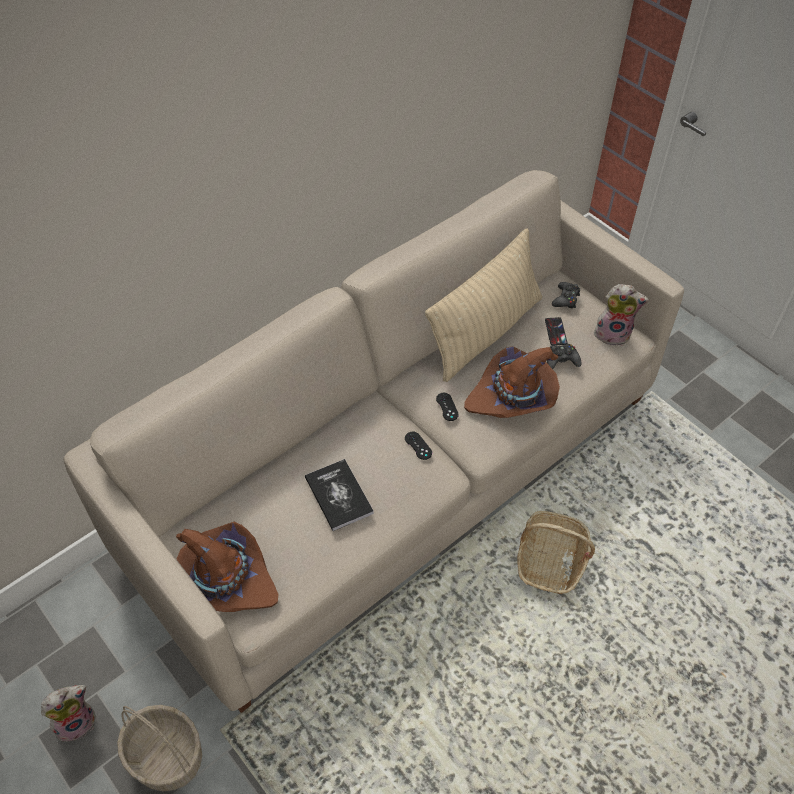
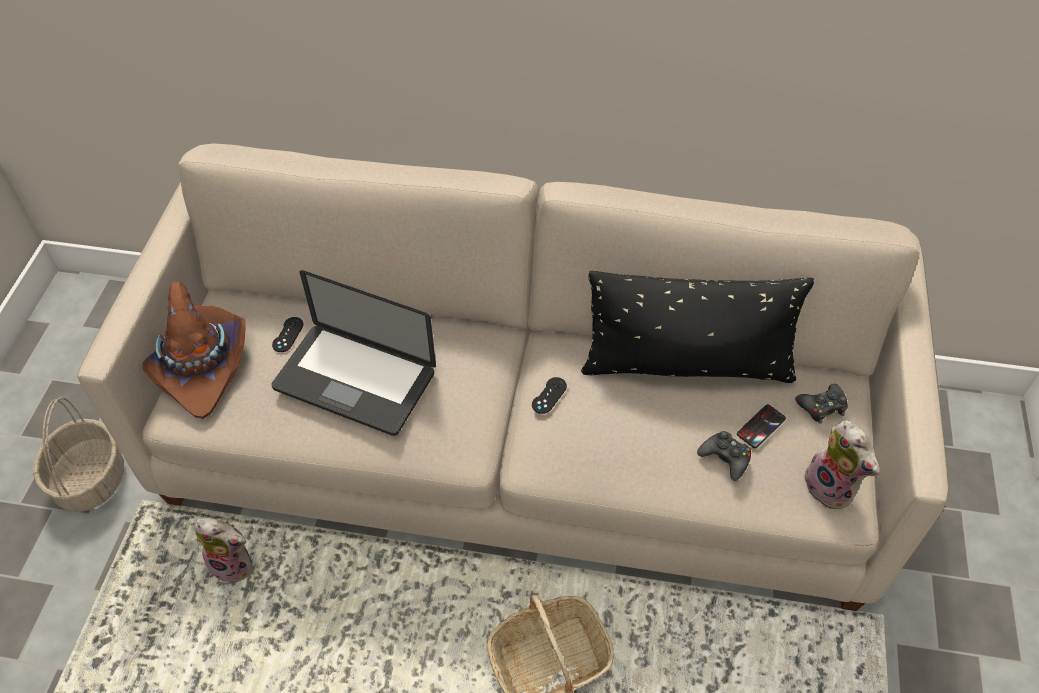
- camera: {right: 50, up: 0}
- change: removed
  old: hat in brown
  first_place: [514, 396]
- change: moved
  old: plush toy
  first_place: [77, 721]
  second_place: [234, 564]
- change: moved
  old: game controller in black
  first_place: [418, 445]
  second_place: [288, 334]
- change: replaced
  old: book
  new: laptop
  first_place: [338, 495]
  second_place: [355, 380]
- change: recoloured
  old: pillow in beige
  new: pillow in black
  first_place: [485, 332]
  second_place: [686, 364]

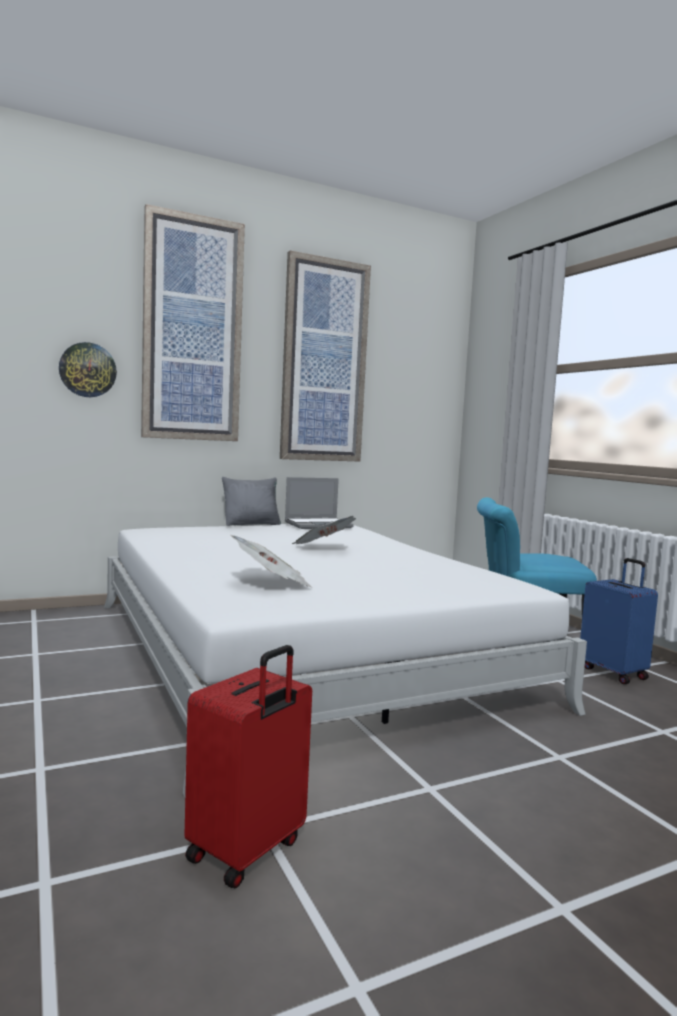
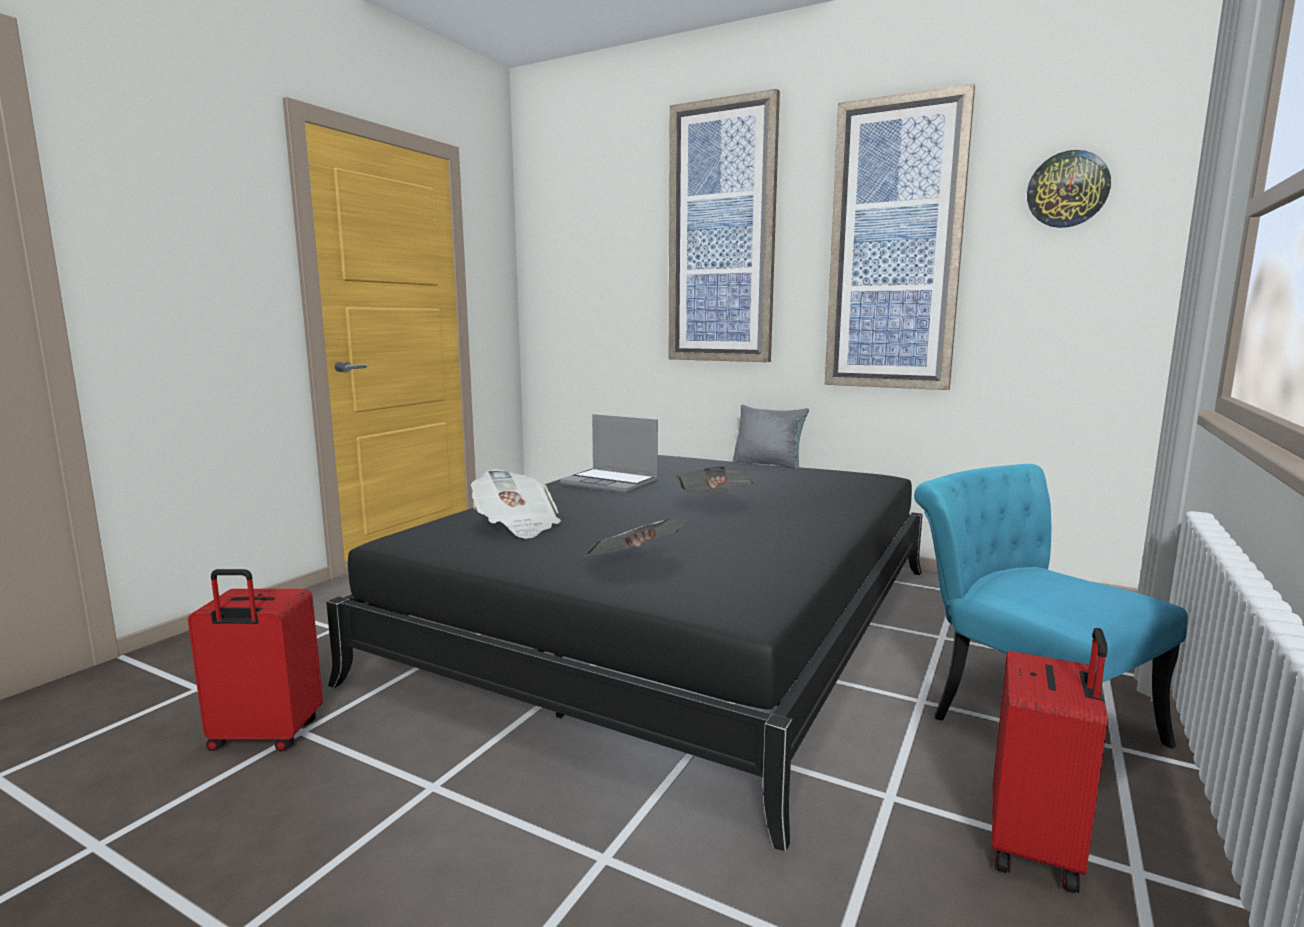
- camera: {right: 55, up: 5}
- change: added
  new: newspaper
  second_place: [634, 565]
- change: moved
  old: wall clock
  first_place: [87, 370]
  second_place: [1067, 189]
- change: moved
  old: laptop
  first_place: [318, 525]
  second_place: [611, 483]
- change: recoloured
  old: bed in white
  new: bed in black
  first_place: [300, 651]
  second_place: [677, 620]
- change: recoloured
  old: suitcase in blue
  new: suitcase in red
  first_place: [614, 673]
  second_place: [1037, 848]

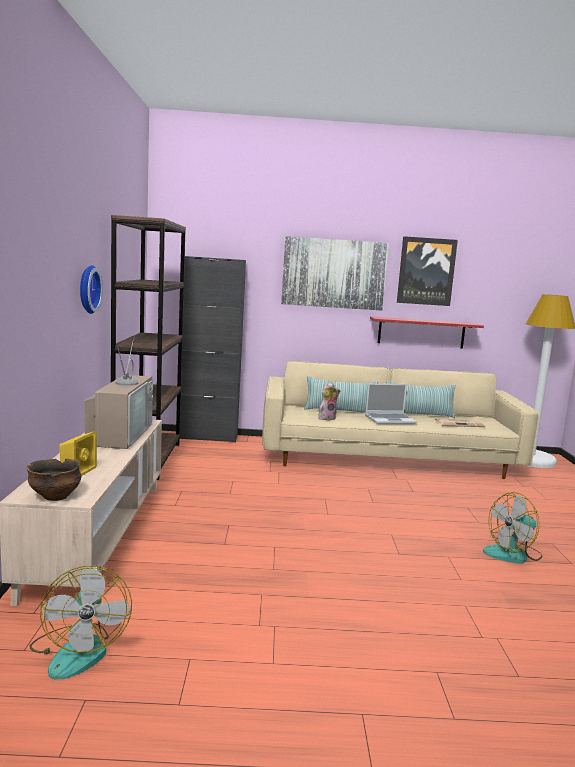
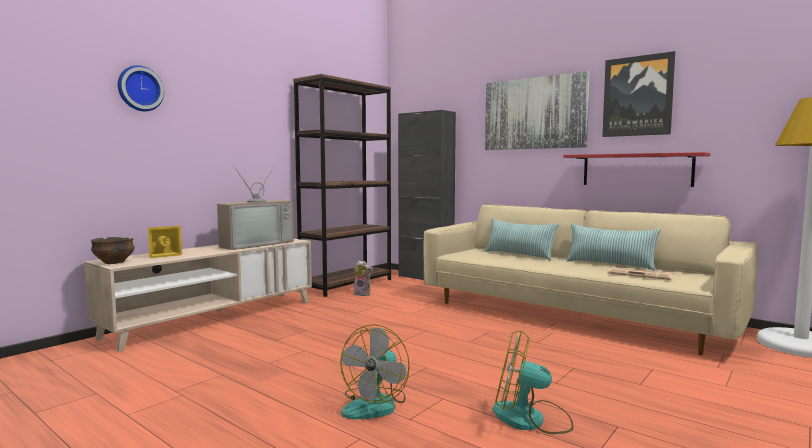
- camera: {right: 40, up: -5}
- change: removed
  old: laptop
  first_place: [390, 420]
- change: moved
  old: fan
  first_place: [79, 650]
  second_place: [375, 404]
- change: moved
  old: wall clock
  first_place: [86, 289]
  second_place: [139, 89]
- change: moved
  old: plush toy
  first_place: [327, 418]
  second_place: [363, 294]

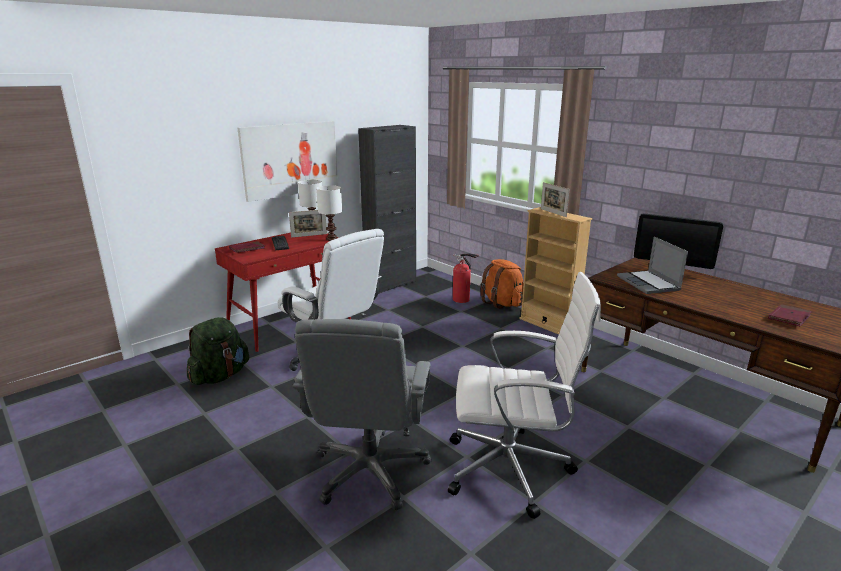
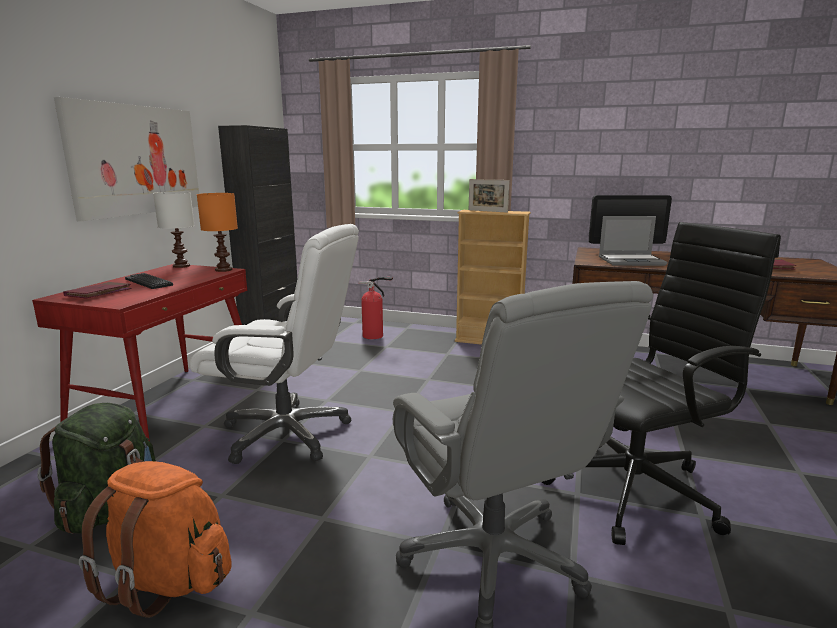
- camera: {right: -30, up: -5}
- change: removed
  old: picture frame
  first_place: [309, 235]
- change: moved
  old: backpack in orange
  first_place: [502, 303]
  second_place: [168, 580]
- change: recoloured
  old: table lamp in white
  new: table lamp in orange
  first_place: [331, 239]
  second_place: [223, 270]
- change: recoloured
  old: office chair in white
  new: office chair in black
  first_place: [511, 469]
  second_place: [637, 490]
- change: turned
  old: laptop
  first_place: [649, 284]
  second_place: [631, 261]
  degrees: -45

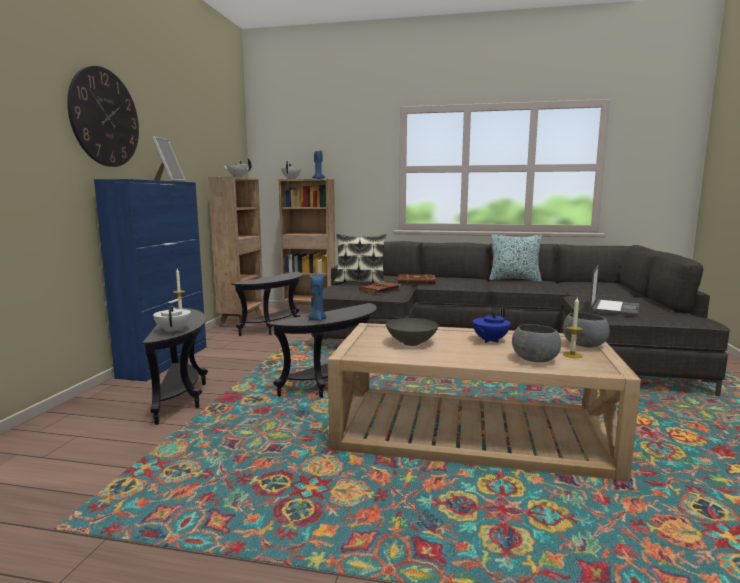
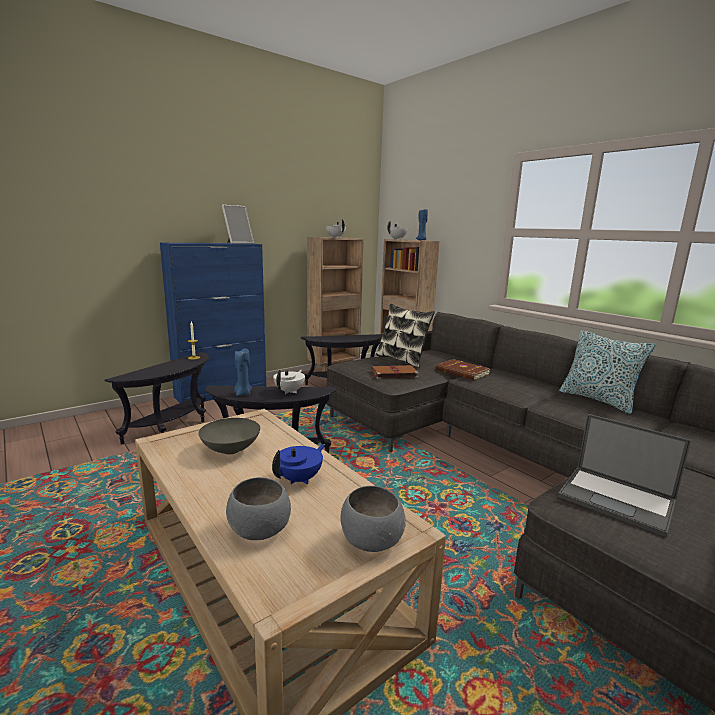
- camera: {right: 40, up: 5}
- change: removed
  old: wall clock
  first_place: [105, 117]
- change: removed
  old: candle
  first_place: [572, 355]
- change: moved
  old: teapot in white
  first_place: [174, 330]
  second_place: [290, 391]
- change: turned
  old: teapot in blue
  first_place: [489, 340]
  second_place: [300, 479]
  degrees: 135
- change: turned
  old: laptop
  first_place: [614, 308]
  second_place: [618, 499]
  degrees: 60

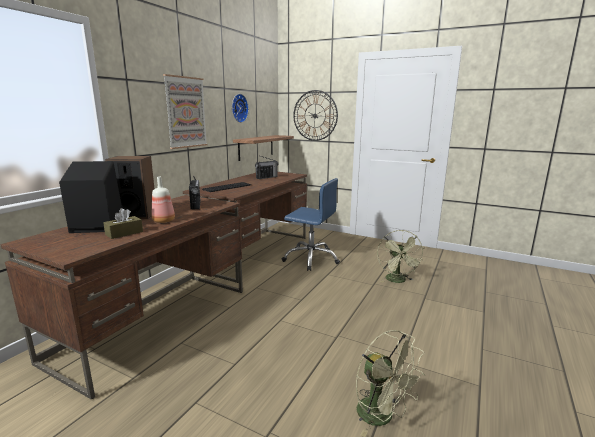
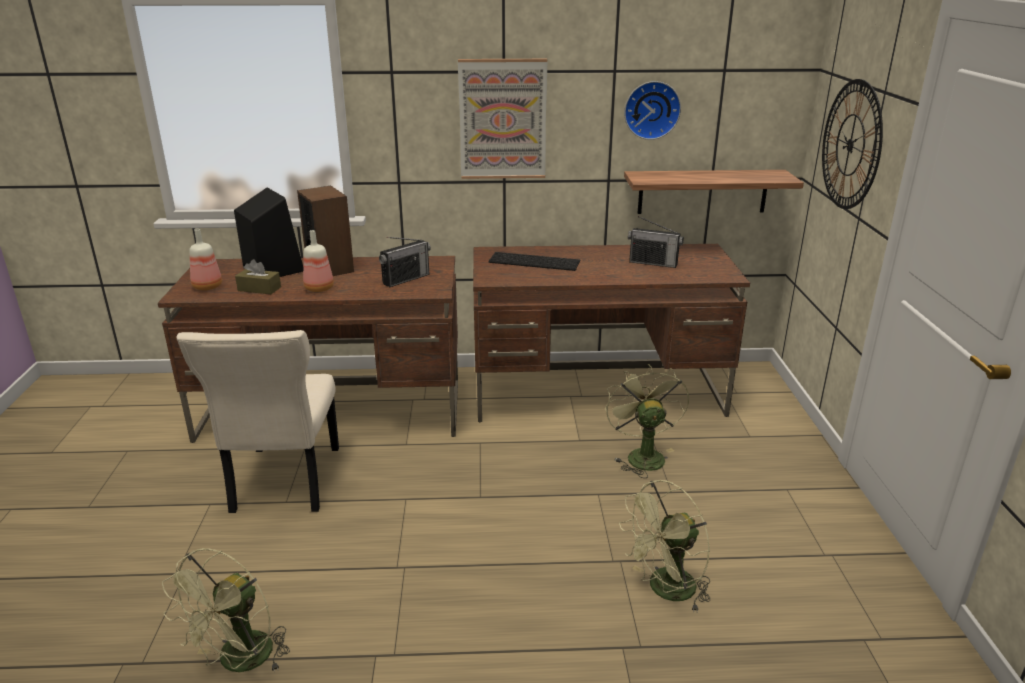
- camera: {right: 60, up: 10}
- change: added
  new: chair in beige
  second_place: [284, 482]
- change: added
  new: bottle
  second_place: [206, 287]
- change: replaced
  old: office chair in blue
  new: fan in green
  first_place: [311, 259]
  second_place: [642, 455]

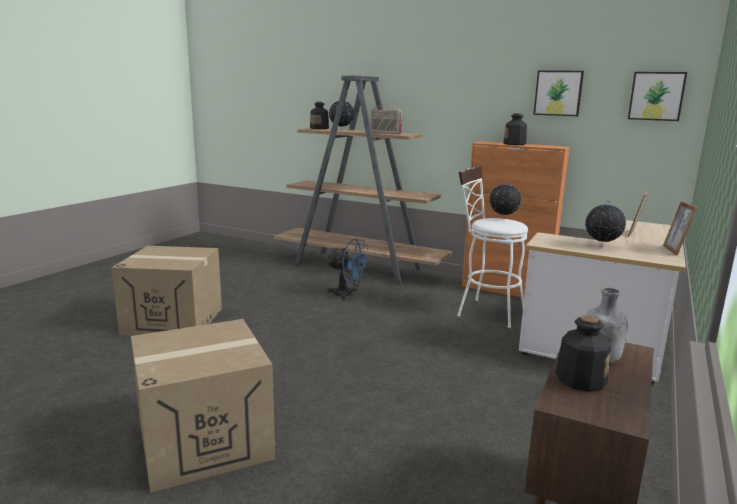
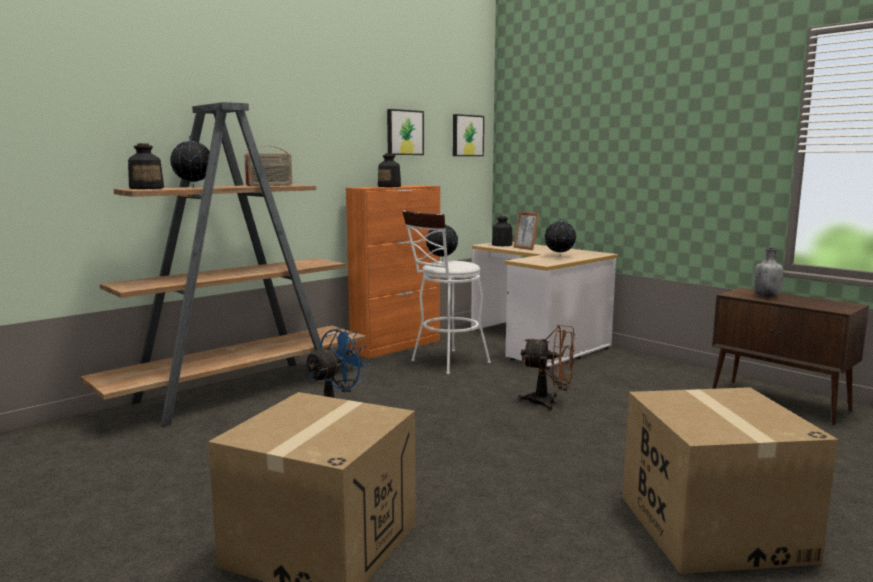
- camera: {right: -70, up: -5}
- change: removed
  old: picture frame
  first_place: [675, 251]
- change: added
  new: fan in brown
  second_place: [549, 403]
- change: moved
  old: bottle
  first_place: [580, 379]
  second_place: [501, 245]

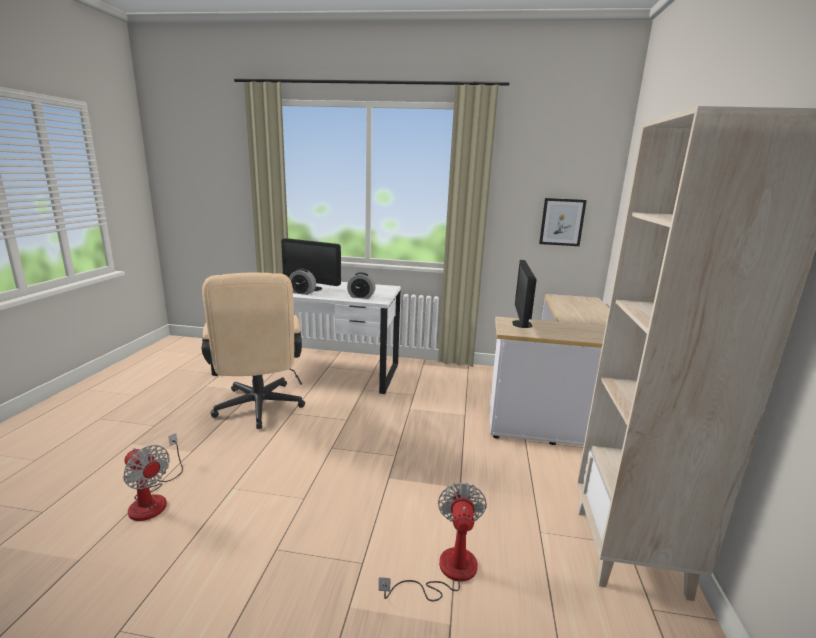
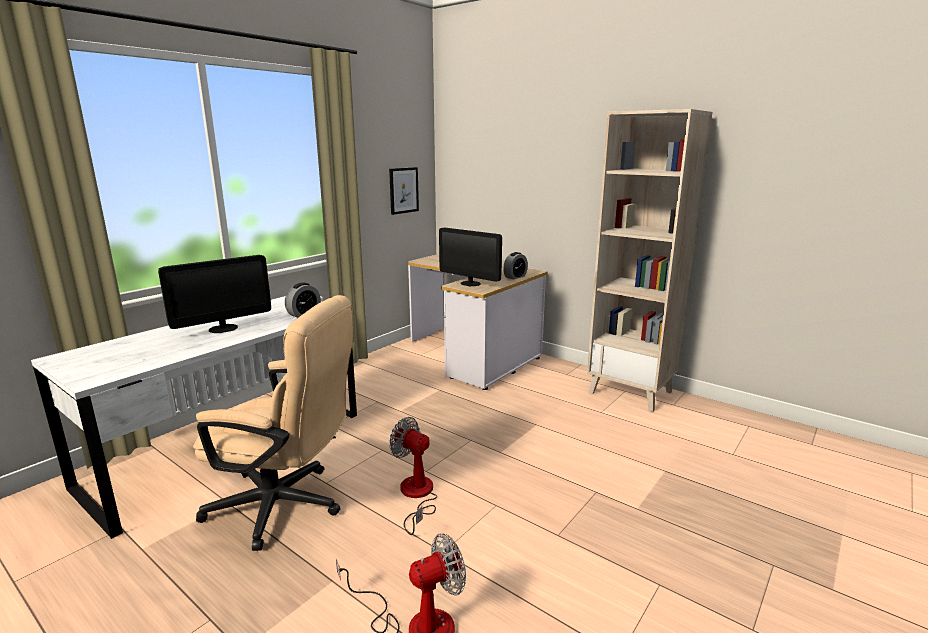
- camera: {right: -60, up: 0}
- change: moved
  old: alarm clock
  first_place: [302, 292]
  second_place: [515, 277]
- change: moved
  old: fan
  first_place: [446, 571]
  second_place: [416, 496]

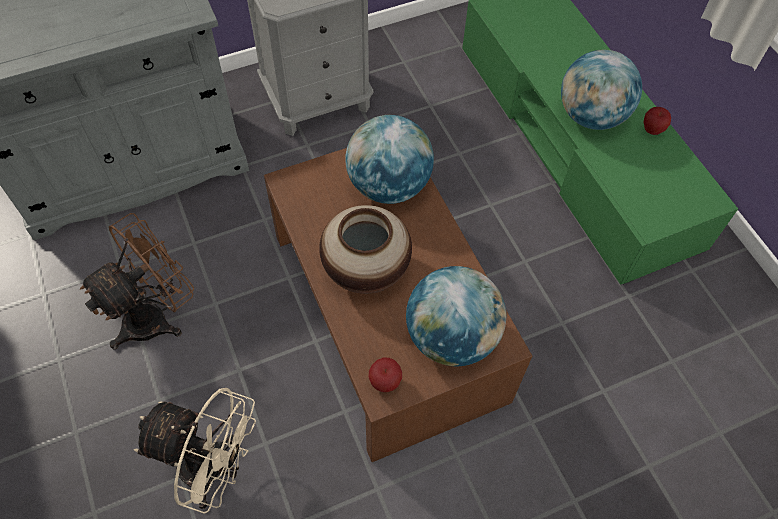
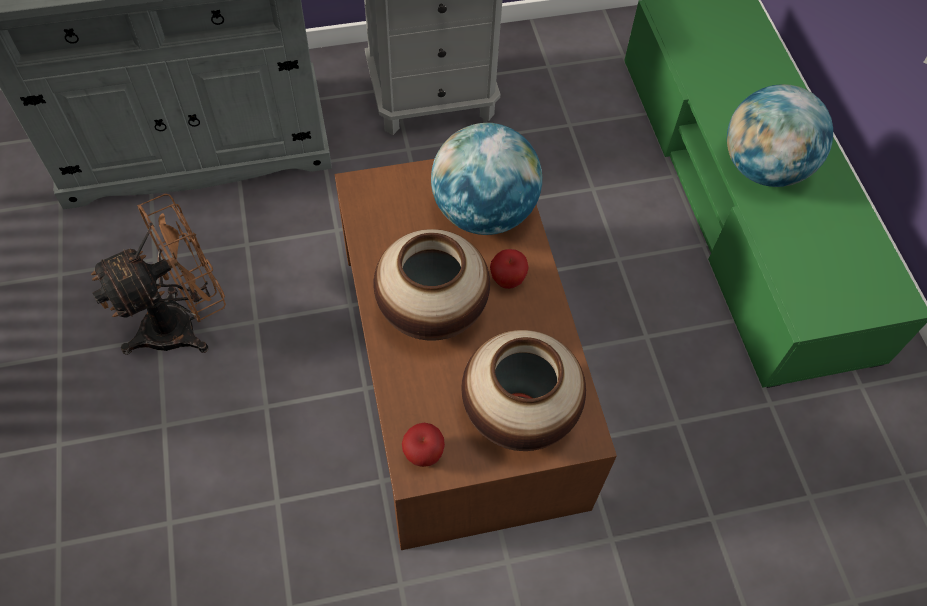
- camera: {right: 10, up: 0}
- change: removed
  old: fan in beige
  first_place: [213, 470]
- change: moved
  old: apple
  first_place: [652, 130]
  second_place: [507, 280]
- change: replaced
  old: globe
  new: vase
  first_place: [451, 337]
  second_place: [519, 413]

